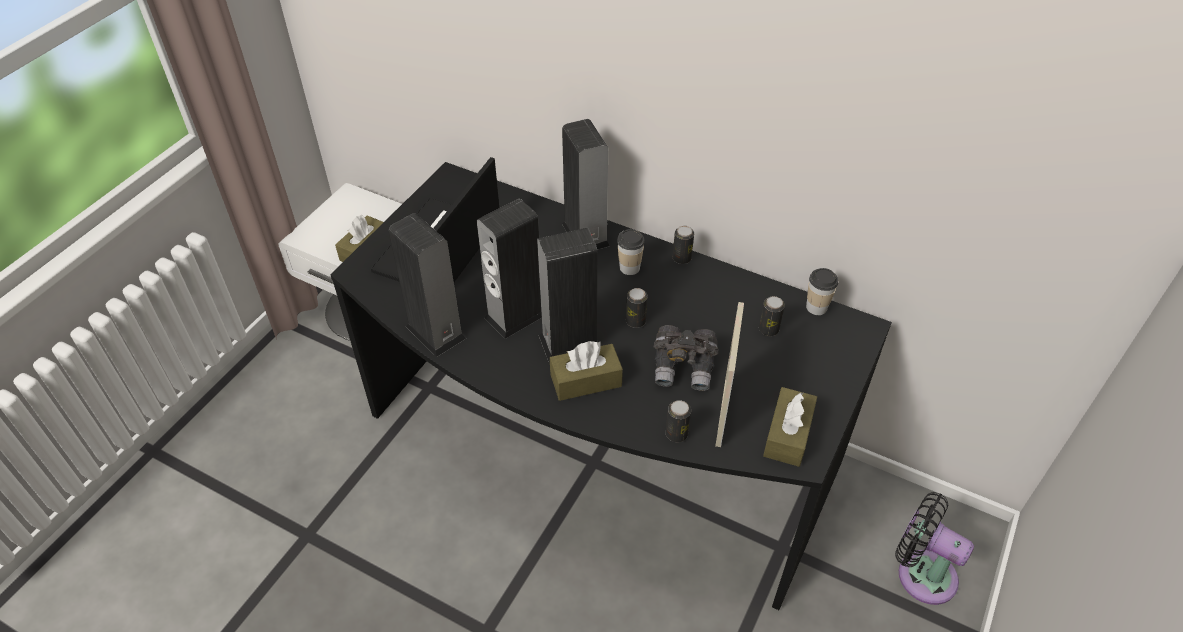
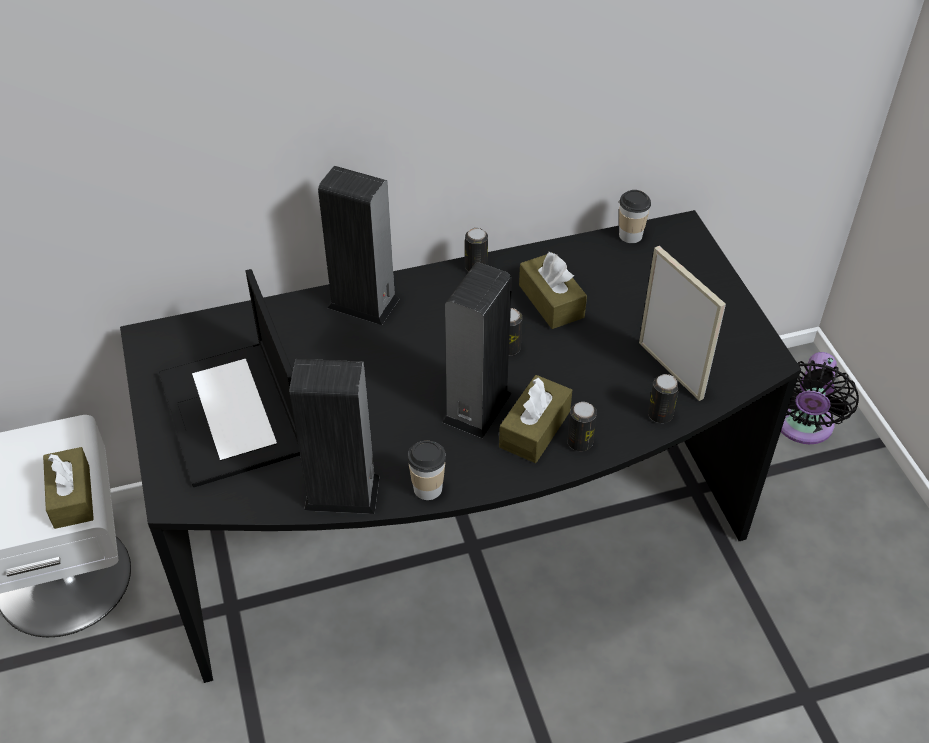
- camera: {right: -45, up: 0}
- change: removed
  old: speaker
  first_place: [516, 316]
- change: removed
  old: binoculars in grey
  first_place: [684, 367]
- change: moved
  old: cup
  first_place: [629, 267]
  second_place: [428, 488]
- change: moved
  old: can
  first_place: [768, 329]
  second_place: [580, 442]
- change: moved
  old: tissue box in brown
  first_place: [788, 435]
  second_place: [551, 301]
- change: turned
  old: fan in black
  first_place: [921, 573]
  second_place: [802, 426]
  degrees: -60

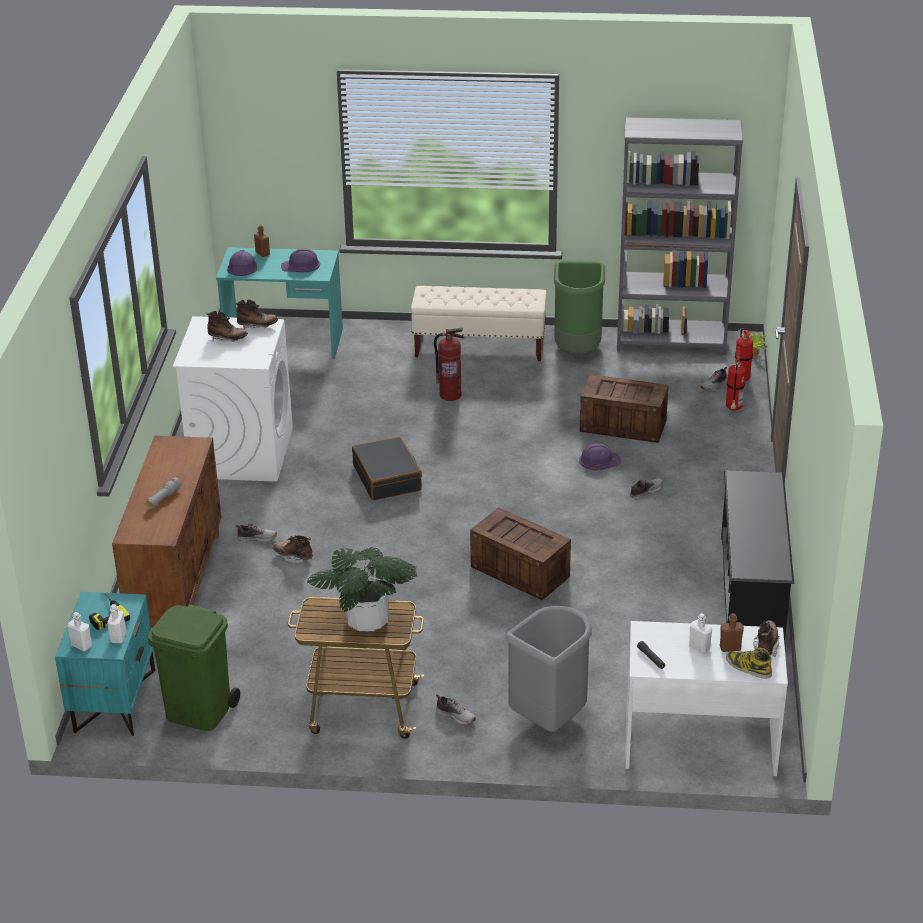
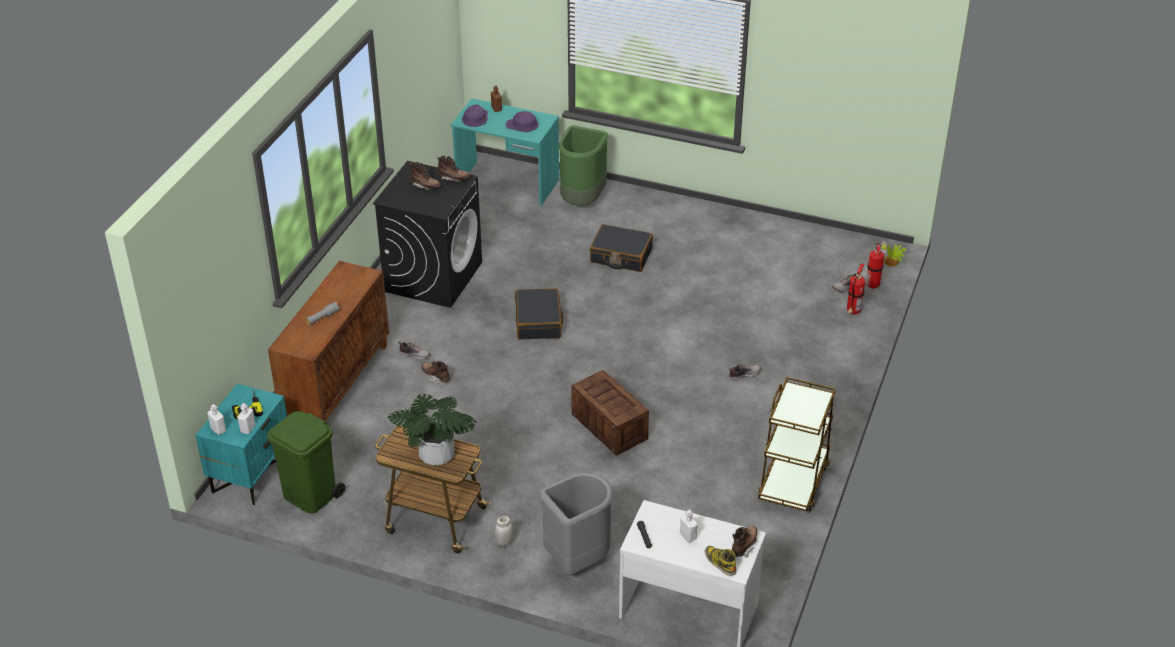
- camera: {right: 15, up: 5}
- change: removed
  old: bench in beige
  first_place: [479, 347]
- change: removed
  old: hard hat in purple
  first_place: [599, 460]
- change: removed
  old: crate
  first_place: [624, 425]
- change: removed
  old: bookcase in grey
  first_place: [671, 341]
- change: removed
  old: bottle in brown
  first_place: [730, 648]
- change: moved
  old: trash can in green
  first_place: [578, 350]
  second_place: [582, 201]
- change: replaced
  old: fire extinguisher
  new: suitcase in black
  first_place: [450, 395]
  second_place: [621, 256]
- change: replaced
  old: shoe
  new: jar in white
  first_place: [455, 716]
  second_place: [504, 542]
- change: replaced
  old: shoe rack in black
  new: cart in brown
  first_place: [751, 589]
  second_place: [793, 481]
- change: recoloured
  old: washing machine in white
  new: washing machine in black
  first_place: [241, 452]
  second_place: [433, 276]

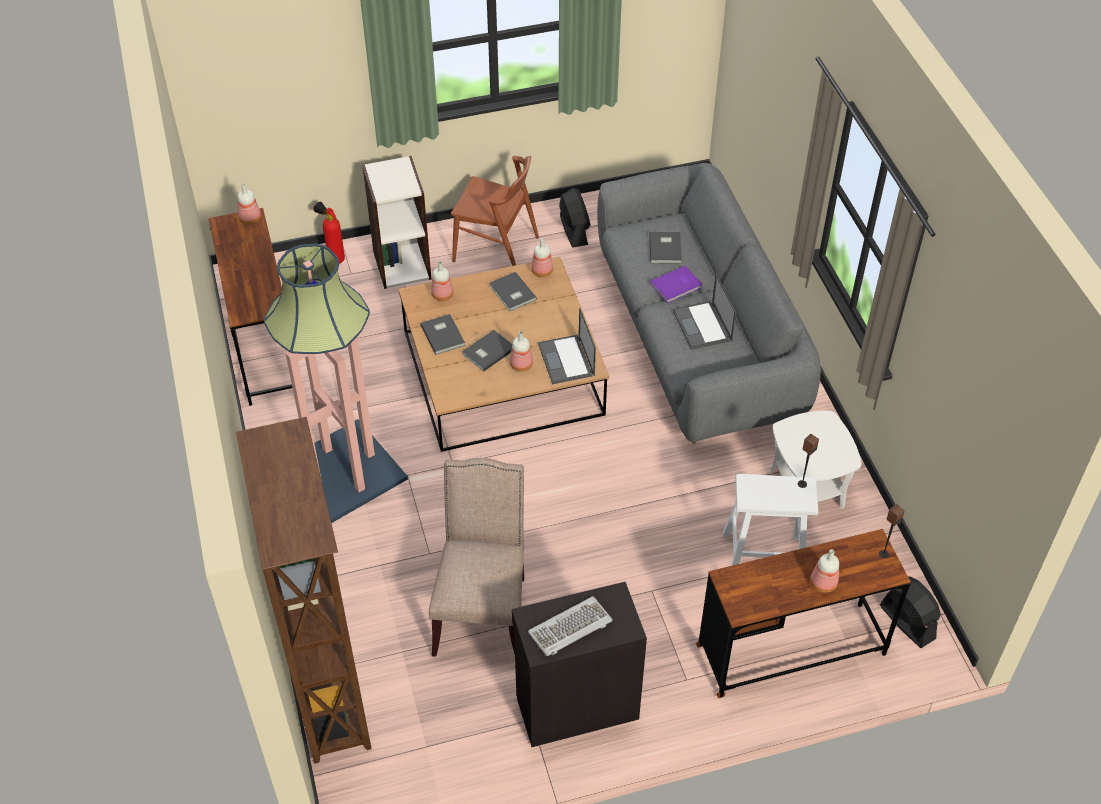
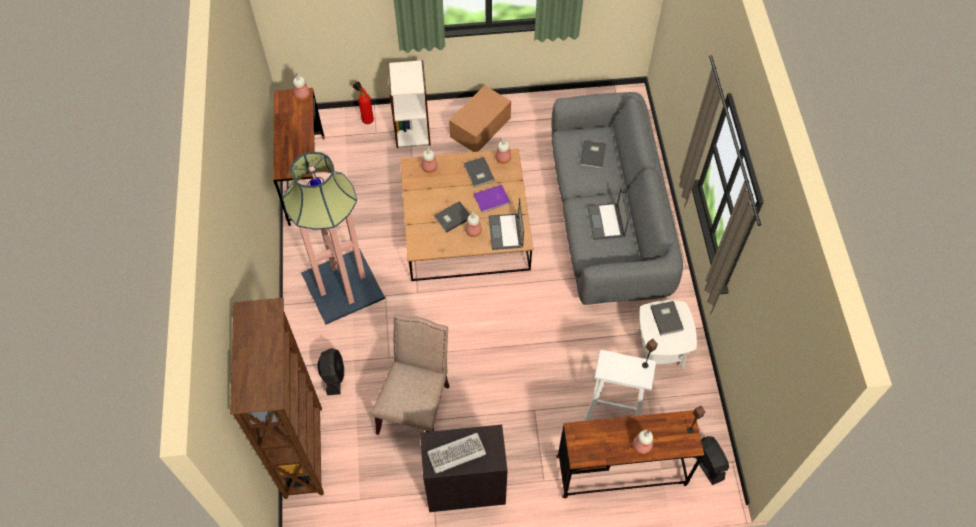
- camera: {right: 10, up: 10}
- change: moved
  old: book in grey
  first_place: [443, 334]
  second_place: [667, 318]
- change: moved
  old: fan in black
  first_place: [574, 230]
  second_place: [333, 376]
- change: moved
  old: book in purple
  first_place: [677, 286]
  second_place: [492, 199]
- change: replaced
  old: chair in brown
  new: cardboard box
  first_place: [496, 249]
  second_place: [480, 127]

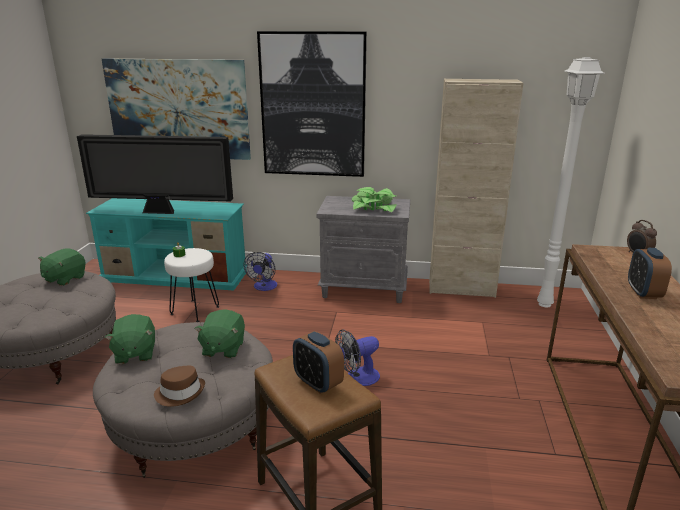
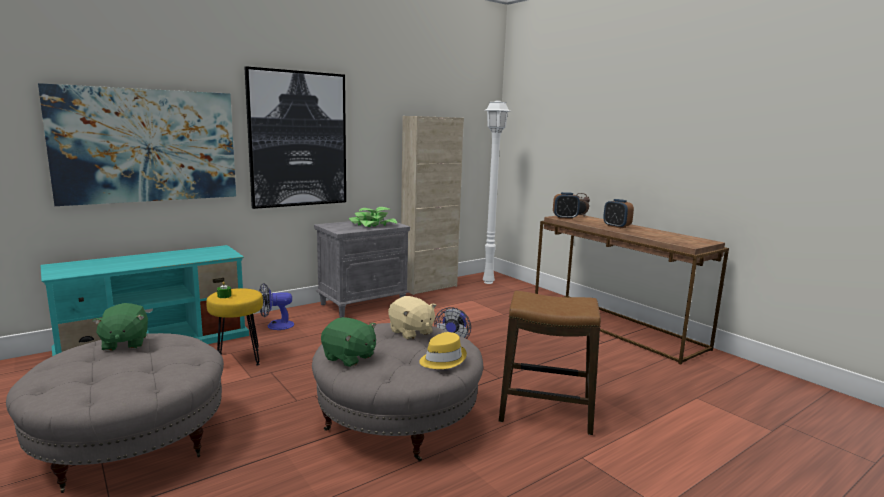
- camera: {right: -45, up: -10}
- change: removed
  old: television
  first_place: [162, 212]
- change: moved
  old: alarm clock
  first_place: [318, 383]
  second_place: [565, 218]
- change: recoloured
  old: hat in brown
  new: hat in yellow
  first_place: [180, 393]
  second_place: [442, 359]
- change: recoloured
  old: stool in white
  new: stool in yellow
  first_place: [194, 310]
  second_place: [238, 359]
- change: recoloured
  old: plush toy in green
  new: plush toy in beige
  first_place: [223, 348]
  second_place: [411, 332]
- change: turned
  old: fan
  first_place: [264, 287]
  second_place: [275, 326]
  degrees: 105

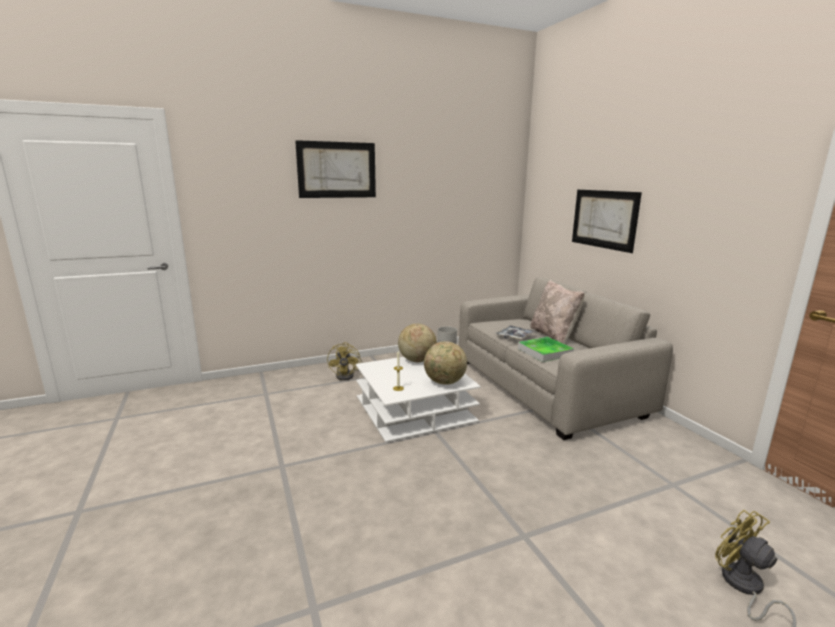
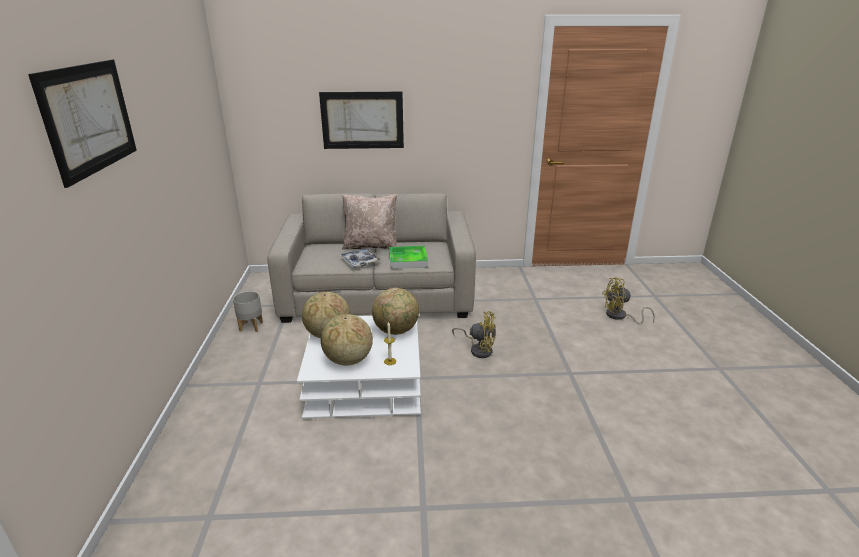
- camera: {right: -70, up: 10}
- change: added
  new: globe
  second_place: [348, 360]
- change: moved
  old: fan in yellow
  first_place: [348, 376]
  second_place: [478, 349]

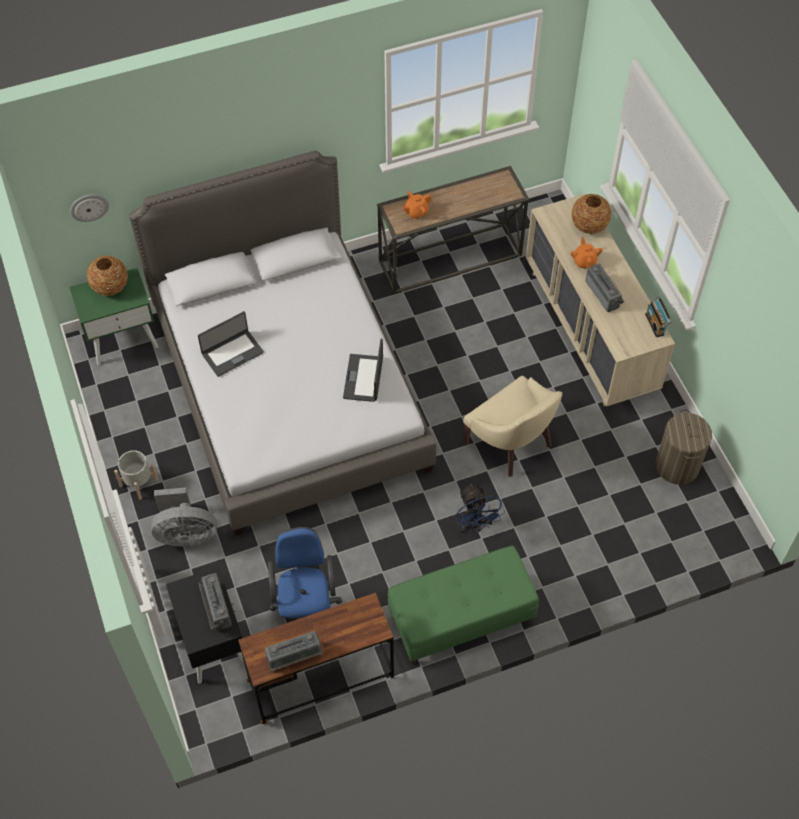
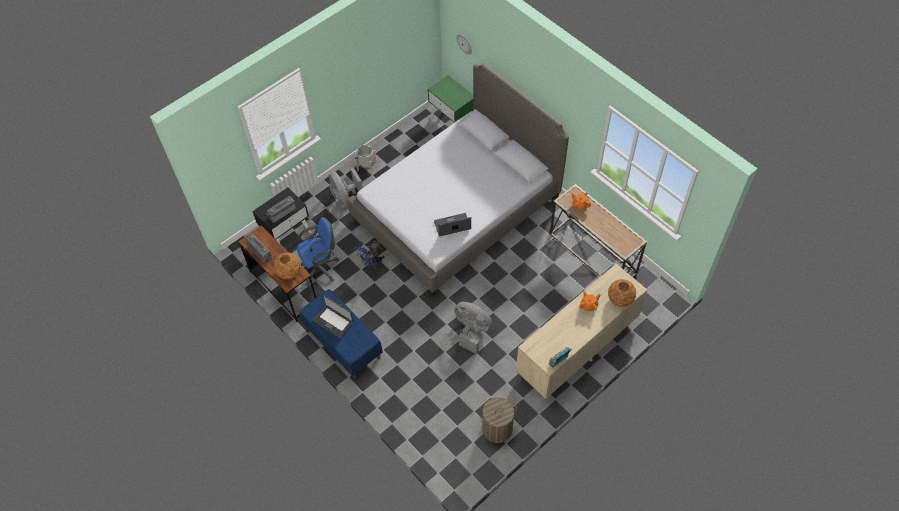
- camera: {right: 70, up: 0}
- change: removed
  old: radio
  first_place: [604, 293]
- change: moved
  old: vase
  first_place: [110, 287]
  second_place: [289, 272]
- change: moved
  old: laptop
  first_place: [232, 353]
  second_place: [333, 321]
- change: moved
  old: fan in blue
  first_place: [475, 525]
  second_place: [372, 264]
- change: replaced
  old: armchair in beige
  new: fan in grey
  first_place: [512, 443]
  second_place: [471, 331]
- change: recoloured
  old: bench in green
  new: bench in blue
  first_place: [460, 620]
  second_place: [343, 343]

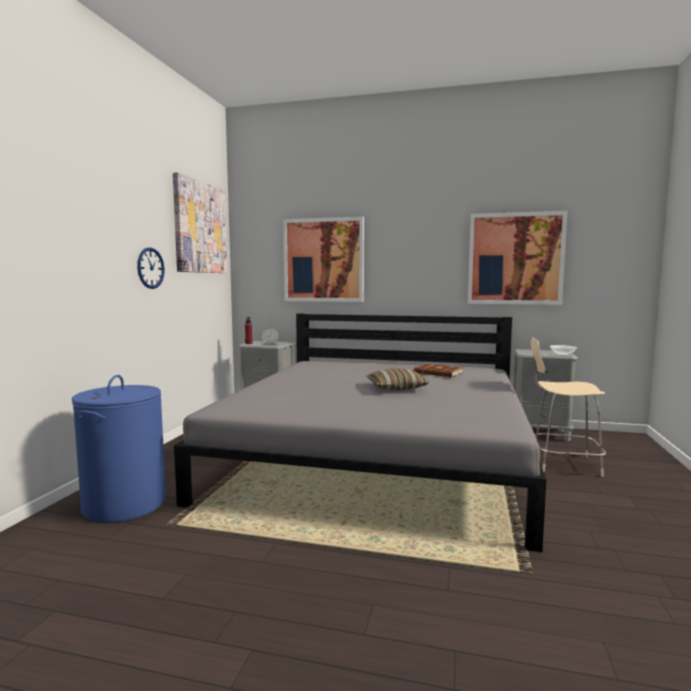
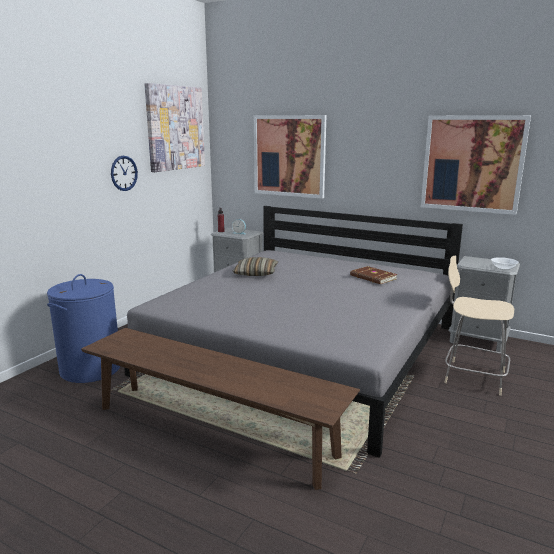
- camera: {right: 15, up: 10}
- change: added
  new: bench in brown
  second_place: [212, 431]
- change: moved
  old: pillow
  first_place: [396, 388]
  second_place: [256, 273]

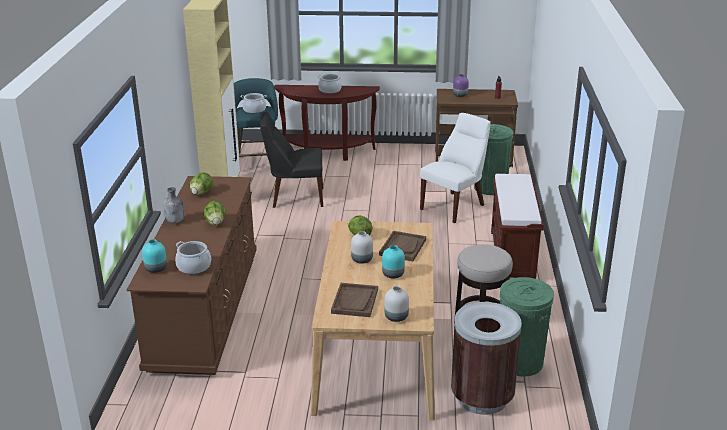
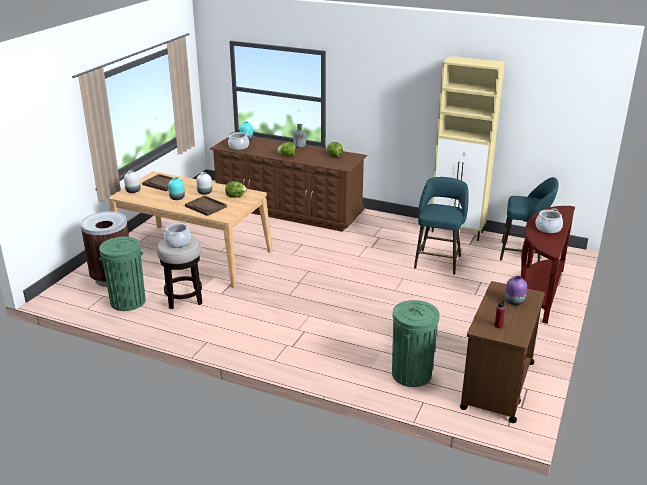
- camera: {right: 110, up: 0}
- change: removed
  old: chair in white
  first_place: [454, 206]
- change: removed
  old: bench in brown
  first_place: [513, 256]
- change: moved
  old: cooking pot
  first_place: [254, 110]
  second_place: [178, 242]
- change: replaced
  old: chair in black
  new: stool in turquoise
  first_place: [295, 197]
  second_place: [438, 261]

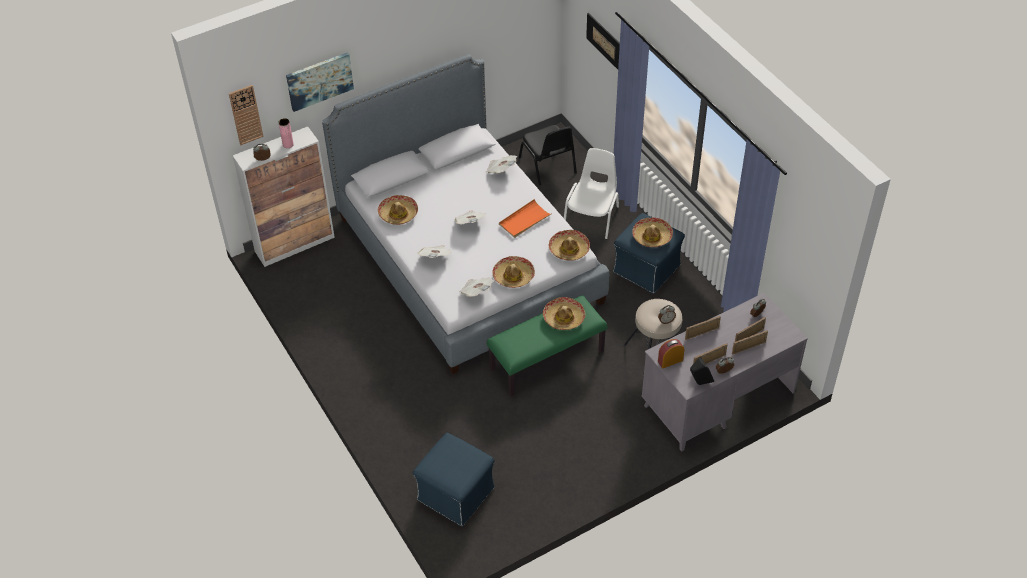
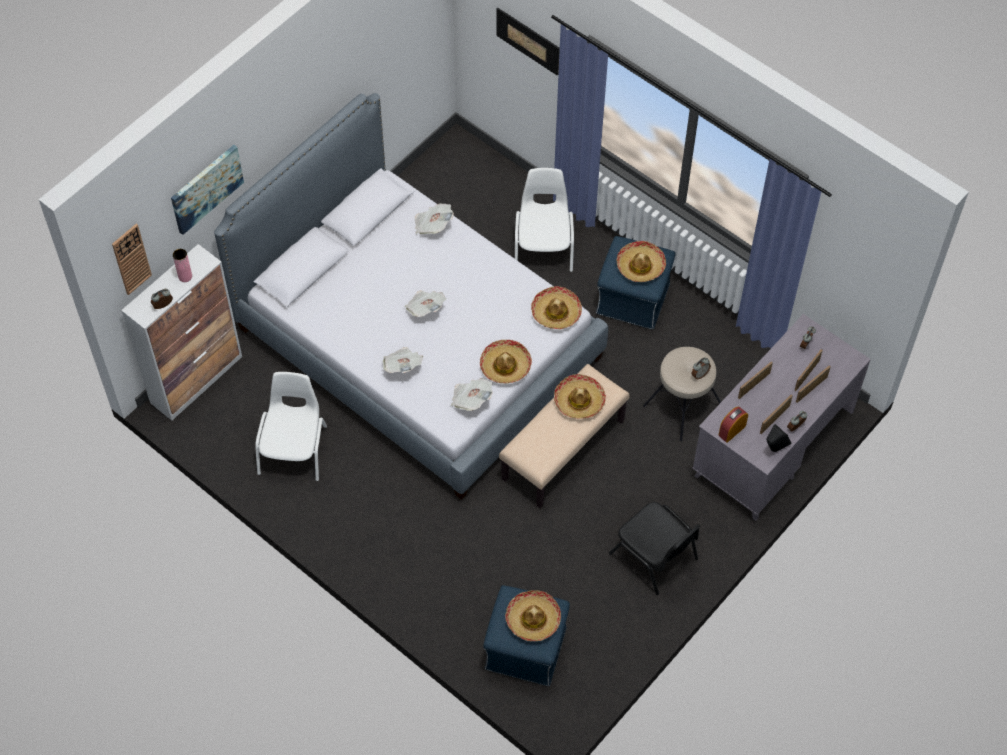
- camera: {right: -20, up: 10}
- change: removed
  old: tray in orange
  first_place: [524, 220]
- change: added
  new: chair in white
  second_place: [294, 449]
- change: moved
  old: hat
  first_place: [398, 214]
  second_place: [533, 619]
- change: moved
  old: chair in black
  first_place: [548, 166]
  second_place: [655, 556]
- change: recoloured
  old: bench in green
  new: bench in beige
  first_place: [547, 359]
  second_place: [563, 449]

